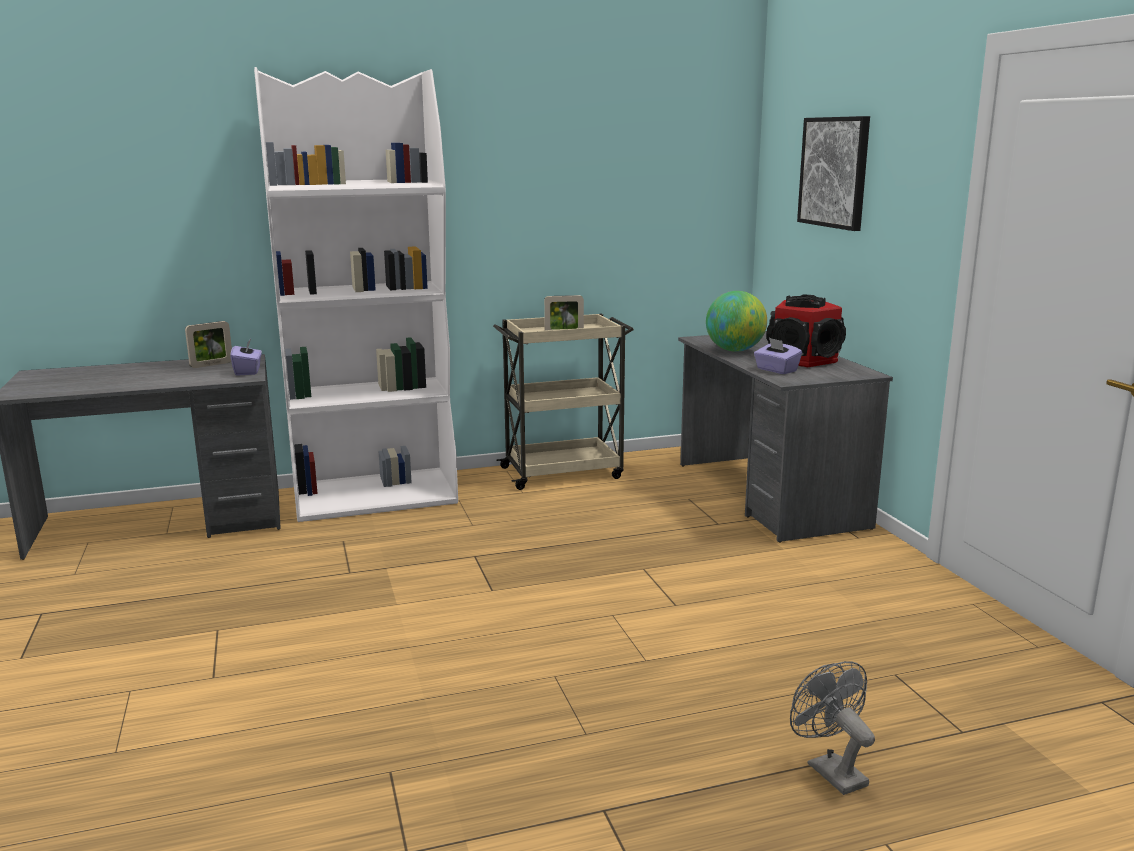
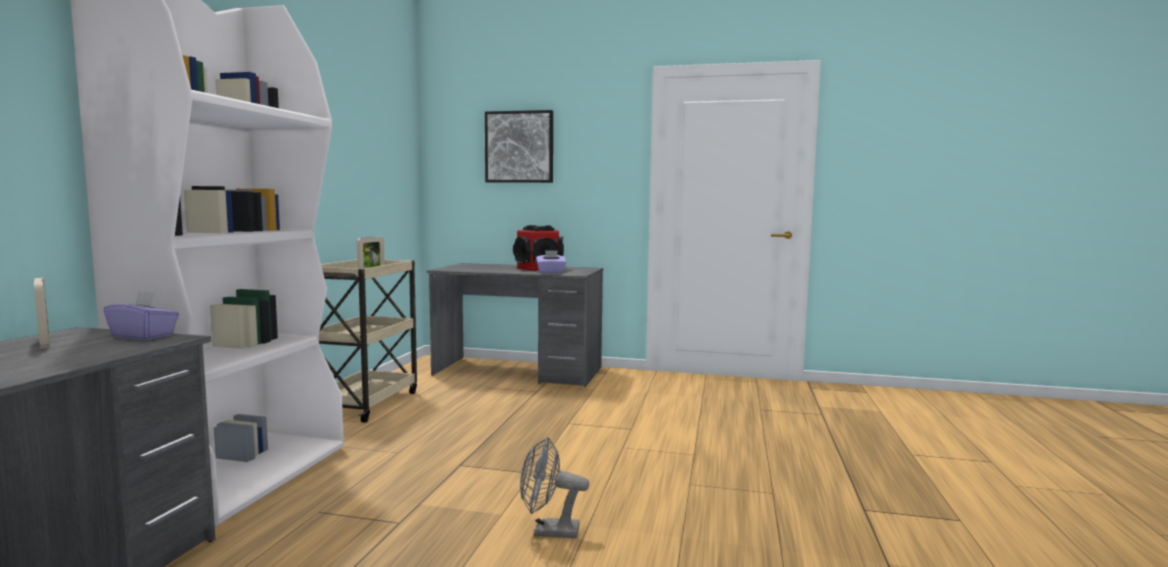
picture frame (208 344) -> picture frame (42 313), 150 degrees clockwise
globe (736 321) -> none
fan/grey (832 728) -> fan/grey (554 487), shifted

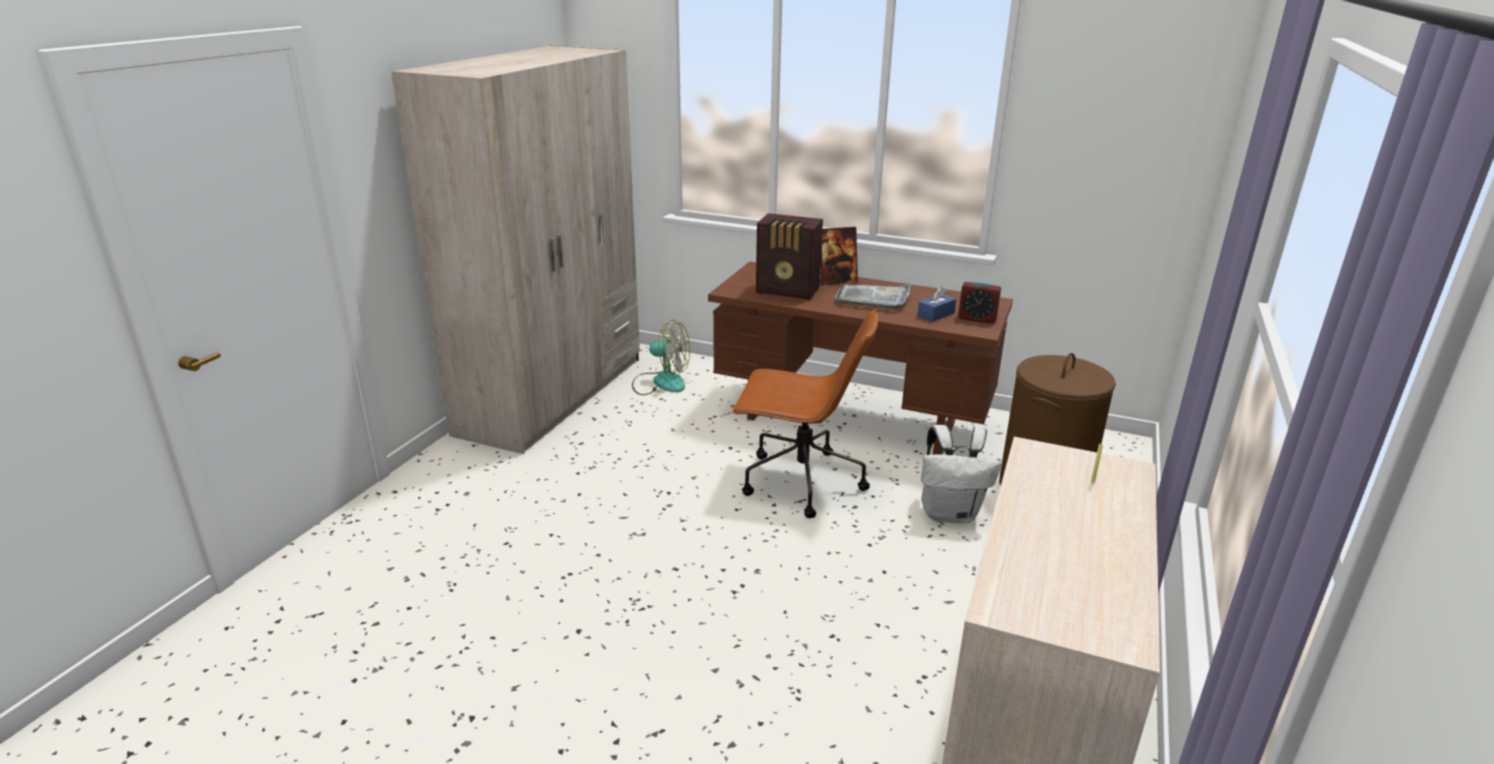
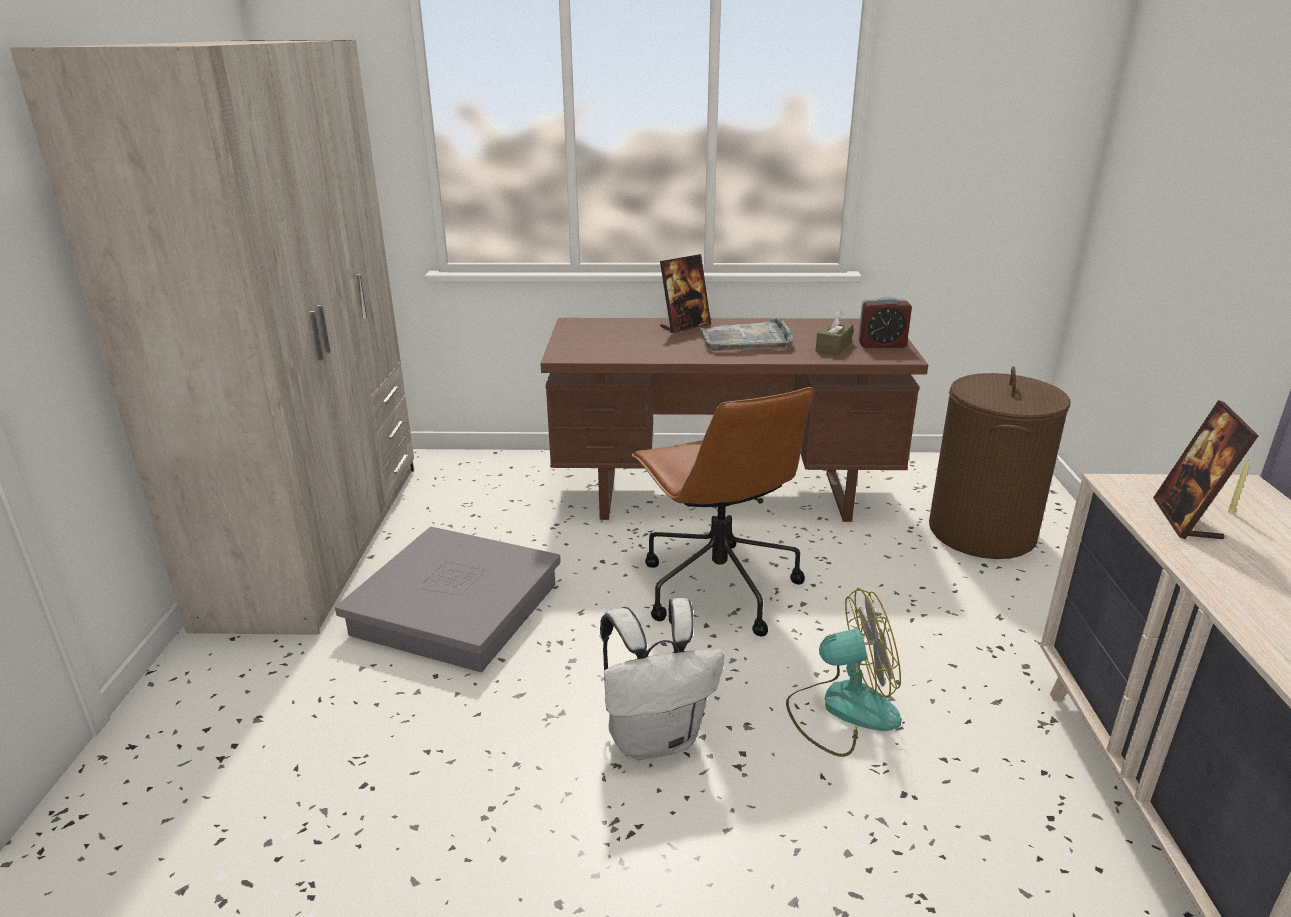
fan (661 357) -> fan (844 672), shifted
office chair/brown (805 413) -> office chair/brown (722 512), 75 degrees clockwise
radio (789 256) -> none
tissue box/blue (936 304) -> tissue box/brown (834 332)
backpack/white (961 474) -> backpack/white (662 679), shifted
none -> storage box/grey (448 599)
none -> picture frame (1205 469)

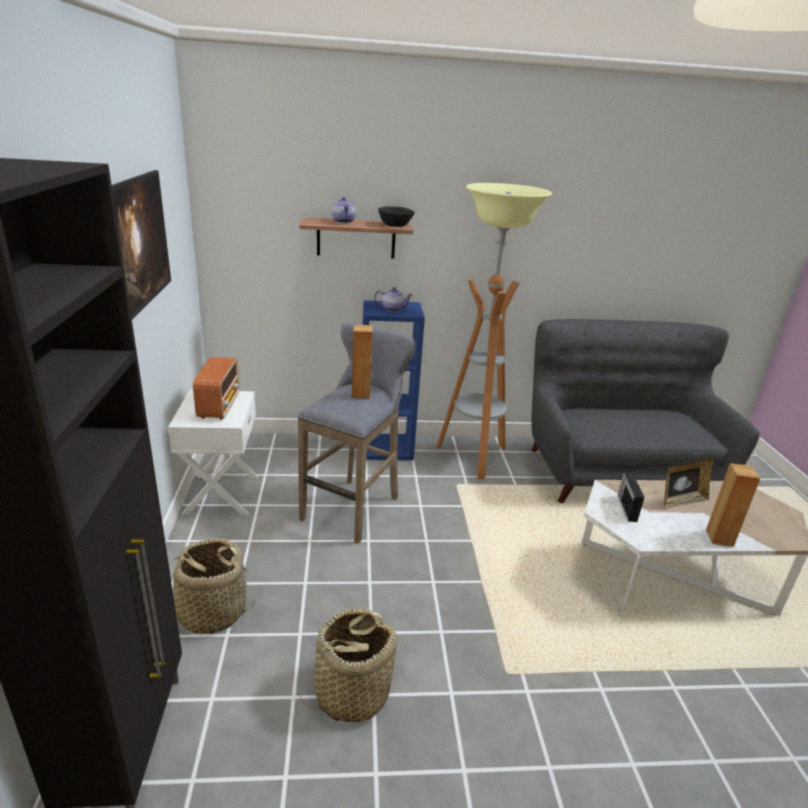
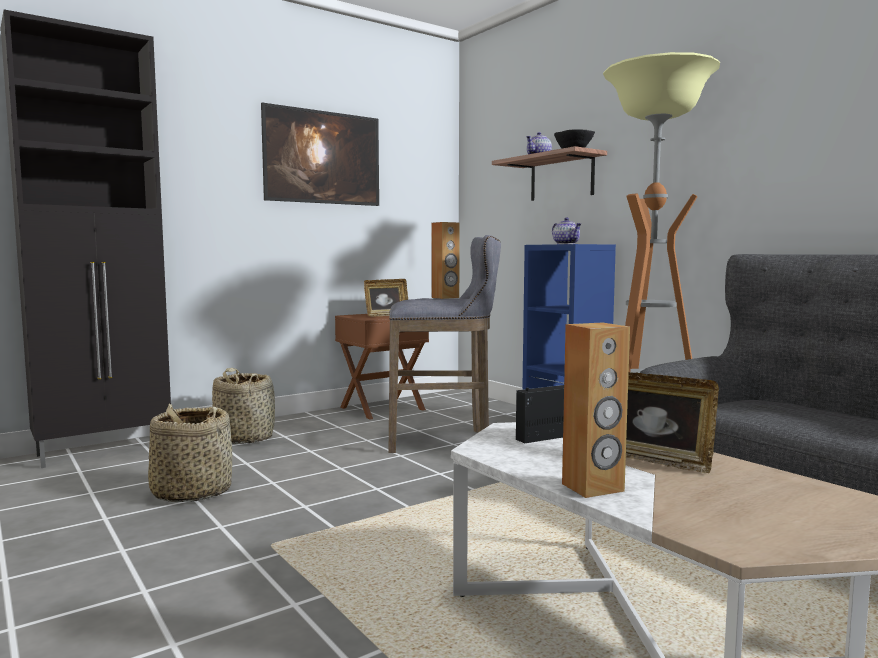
nightstand/white (213 452) -> nightstand/brown (382 367)
radio (216 388) -> picture frame (386 298)

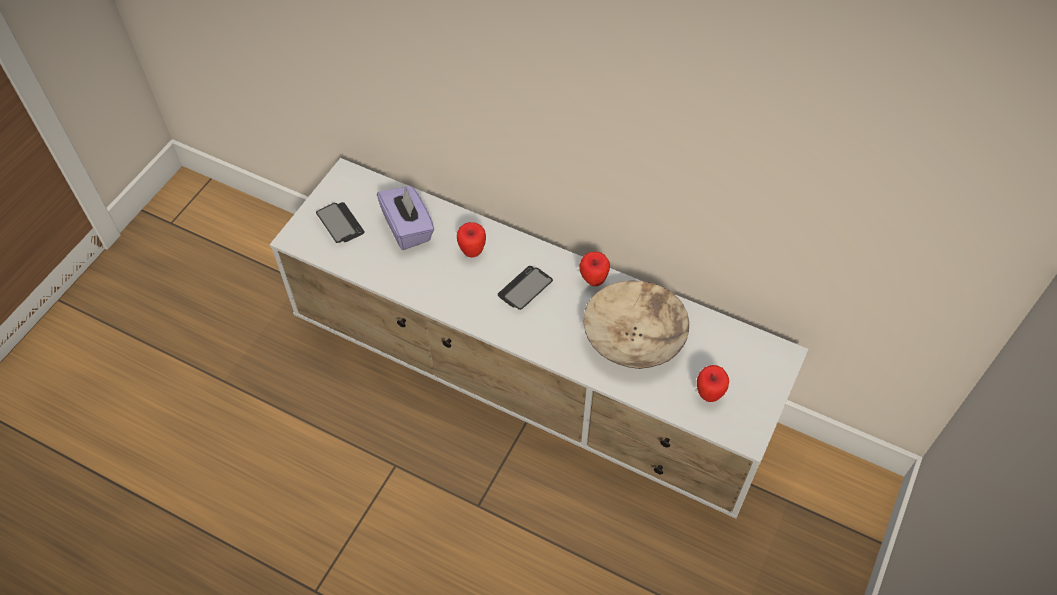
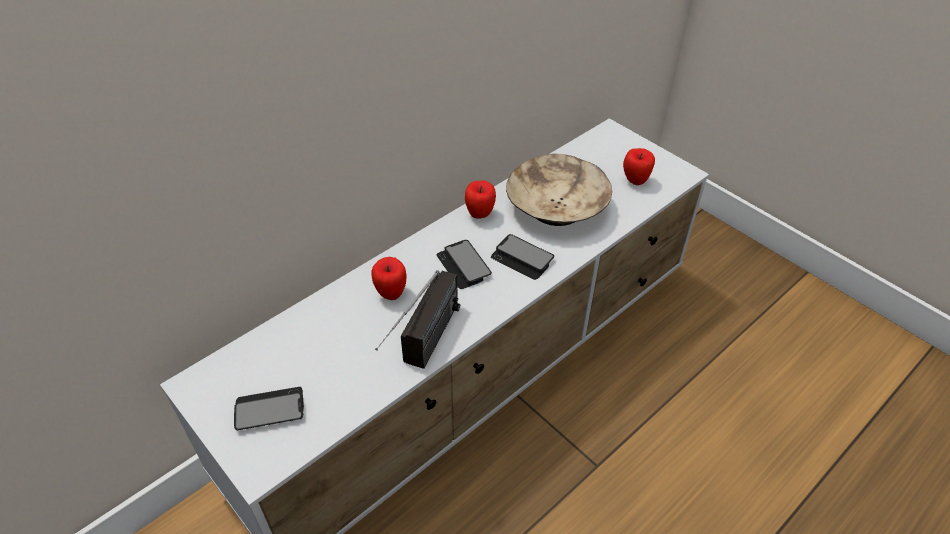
tissue box/purple (406 218) -> none
none -> radio (417 320)
none -> phone (522 257)

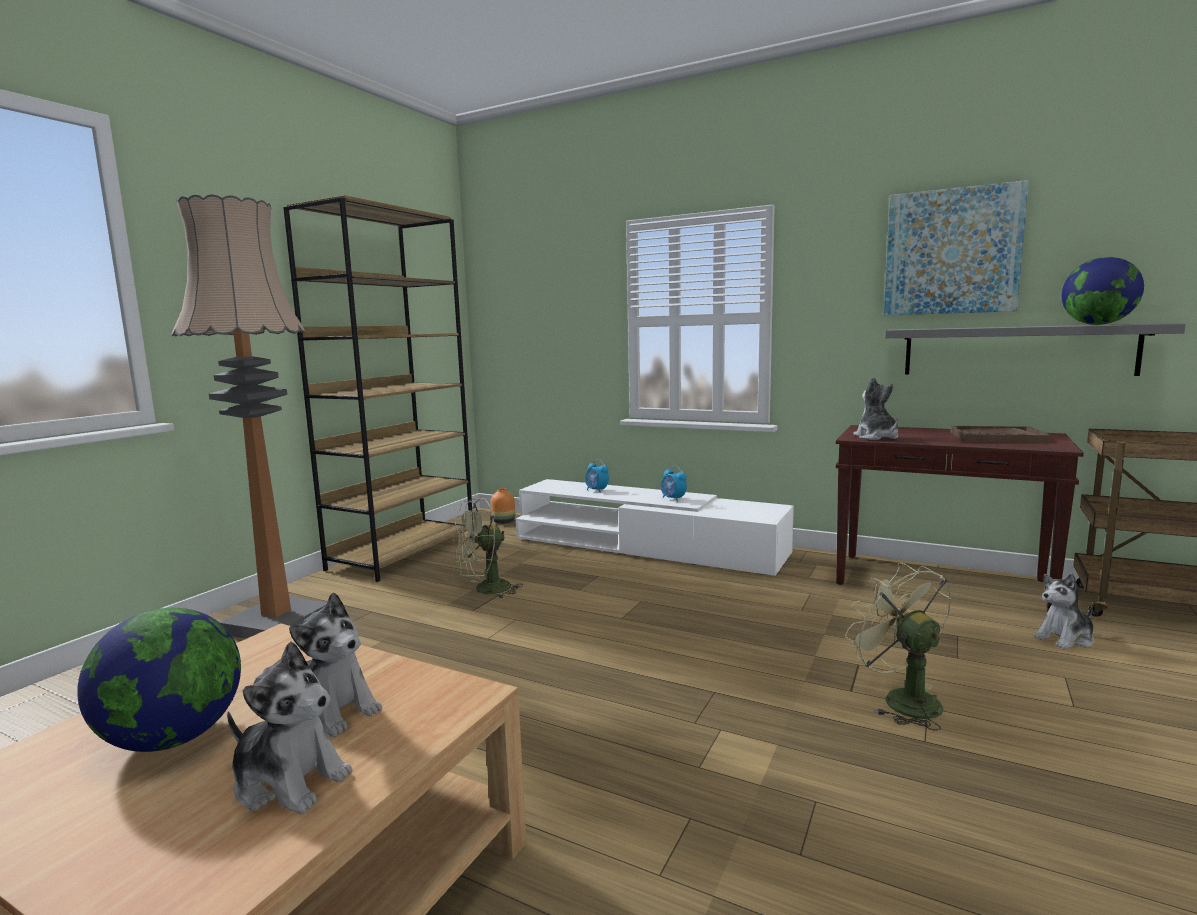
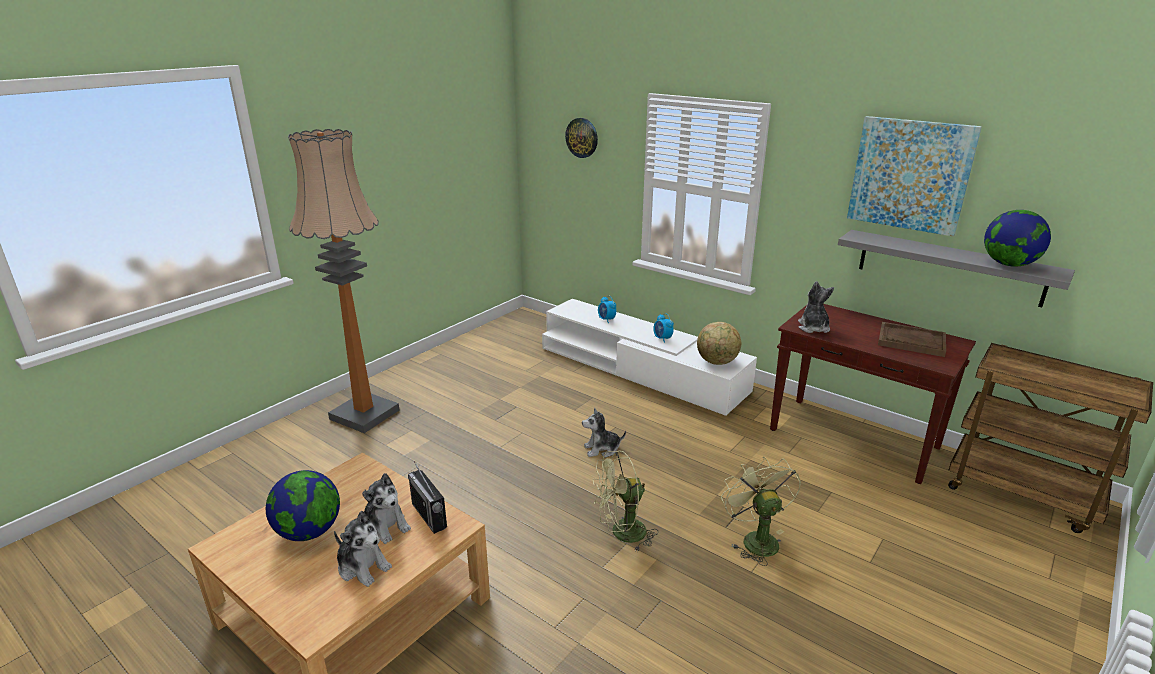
bookcase/brown (378 388) -> none
fan/green (488 548) -> fan/green (625 501), shifted
vase/orange (503 506) -> none
plush toy (1063 611) -> plush toy (604 433), shifted
none -> radio (427 497)
none -> wall clock (581 138)
none -> globe (719 343)

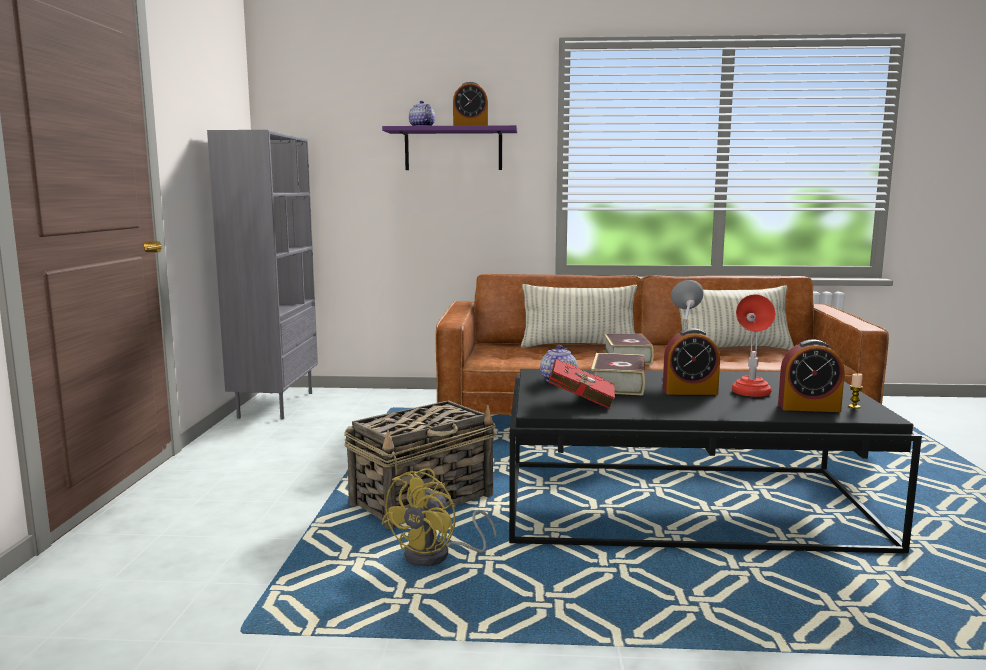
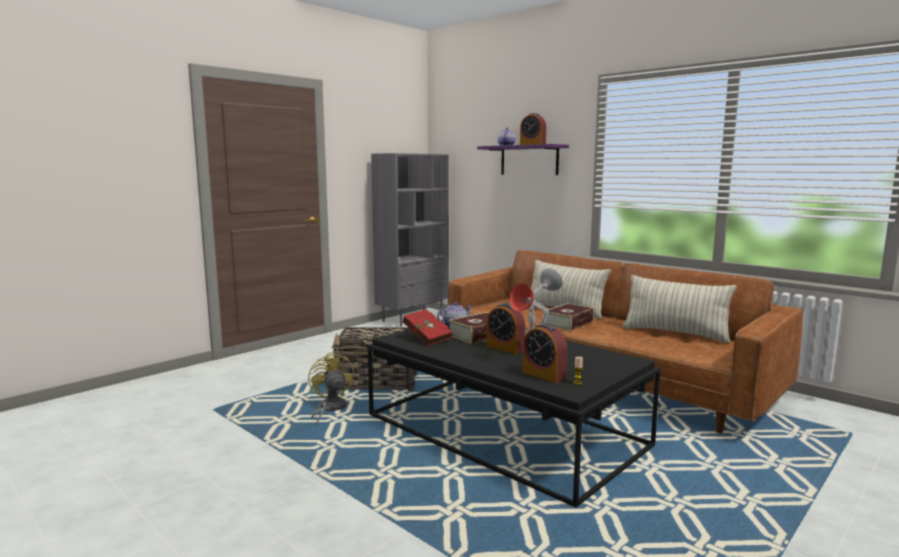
fan/yellow (439 517) -> fan/yellow (331 389), 90 degrees clockwise

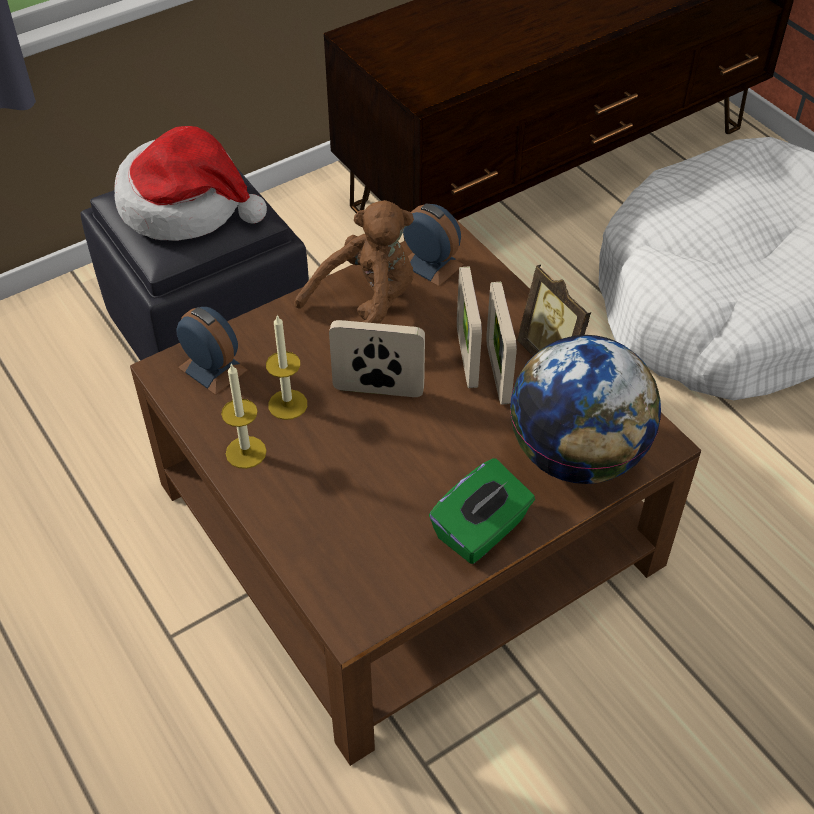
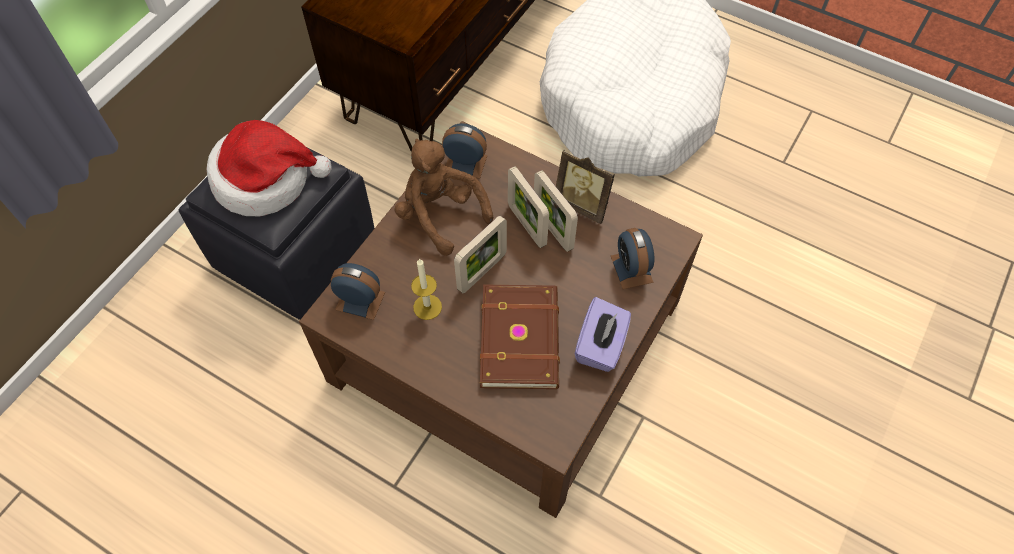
candle (244 416) -> none
plush toy/brown (354 262) -> plush toy/brown (443 197), 75 degrees counterclockwise
picture frame (377 358) -> picture frame (480 254), 150 degrees clockwise
tissue box/green (482 511) -> tissue box/purple (603 334)
globe (585 409) -> alarm clock (633 258)
none -> book/brown (520 336)

